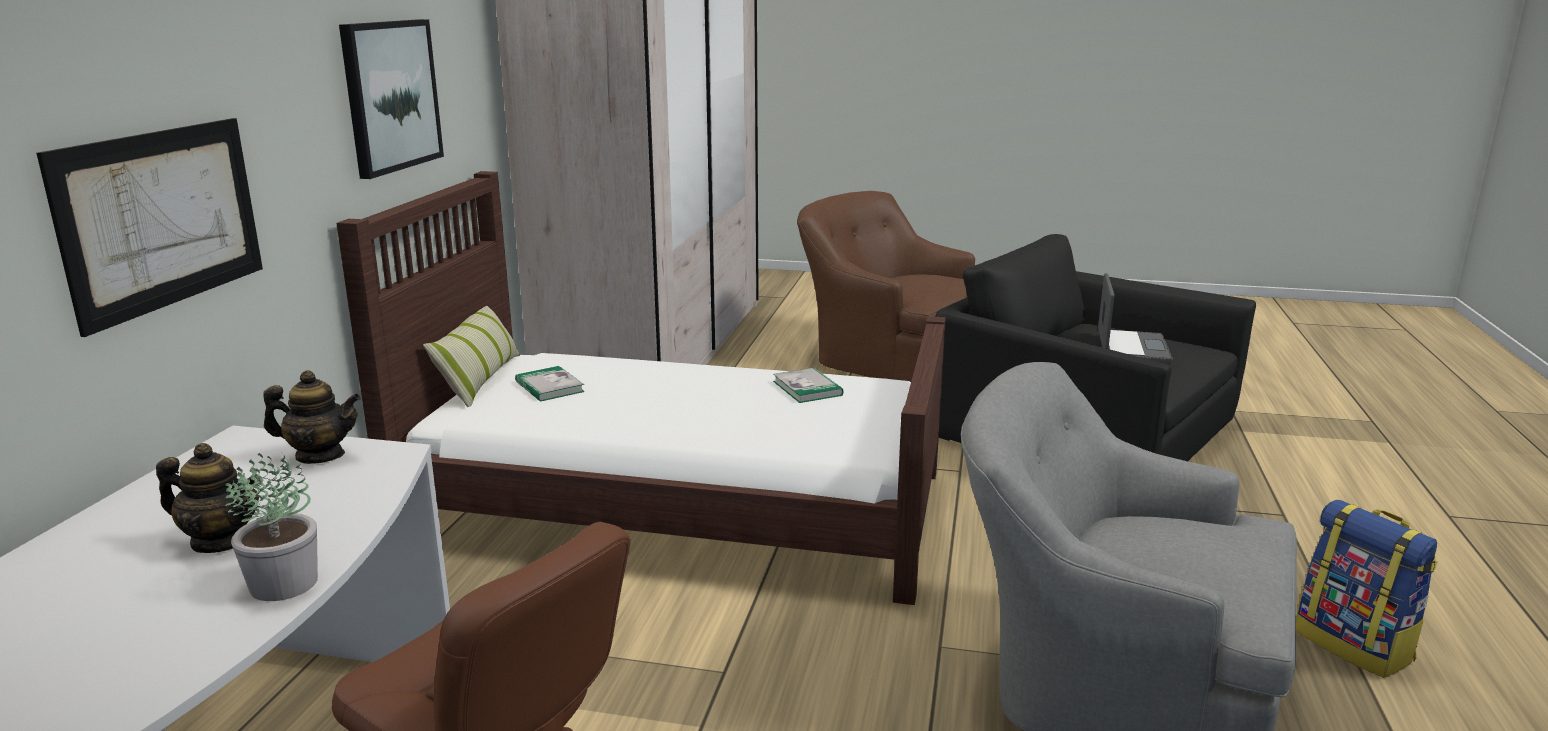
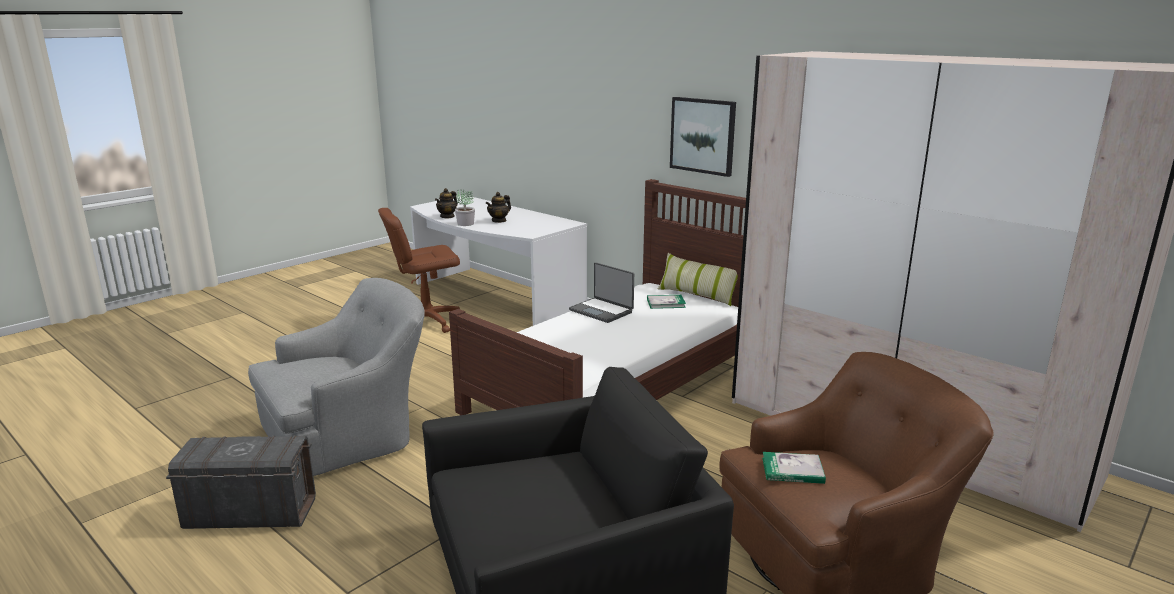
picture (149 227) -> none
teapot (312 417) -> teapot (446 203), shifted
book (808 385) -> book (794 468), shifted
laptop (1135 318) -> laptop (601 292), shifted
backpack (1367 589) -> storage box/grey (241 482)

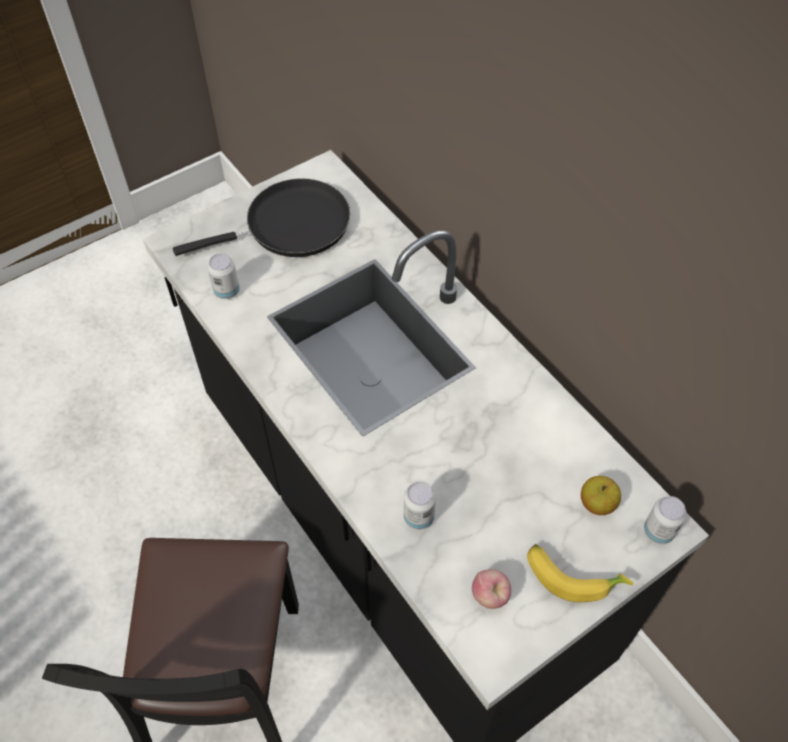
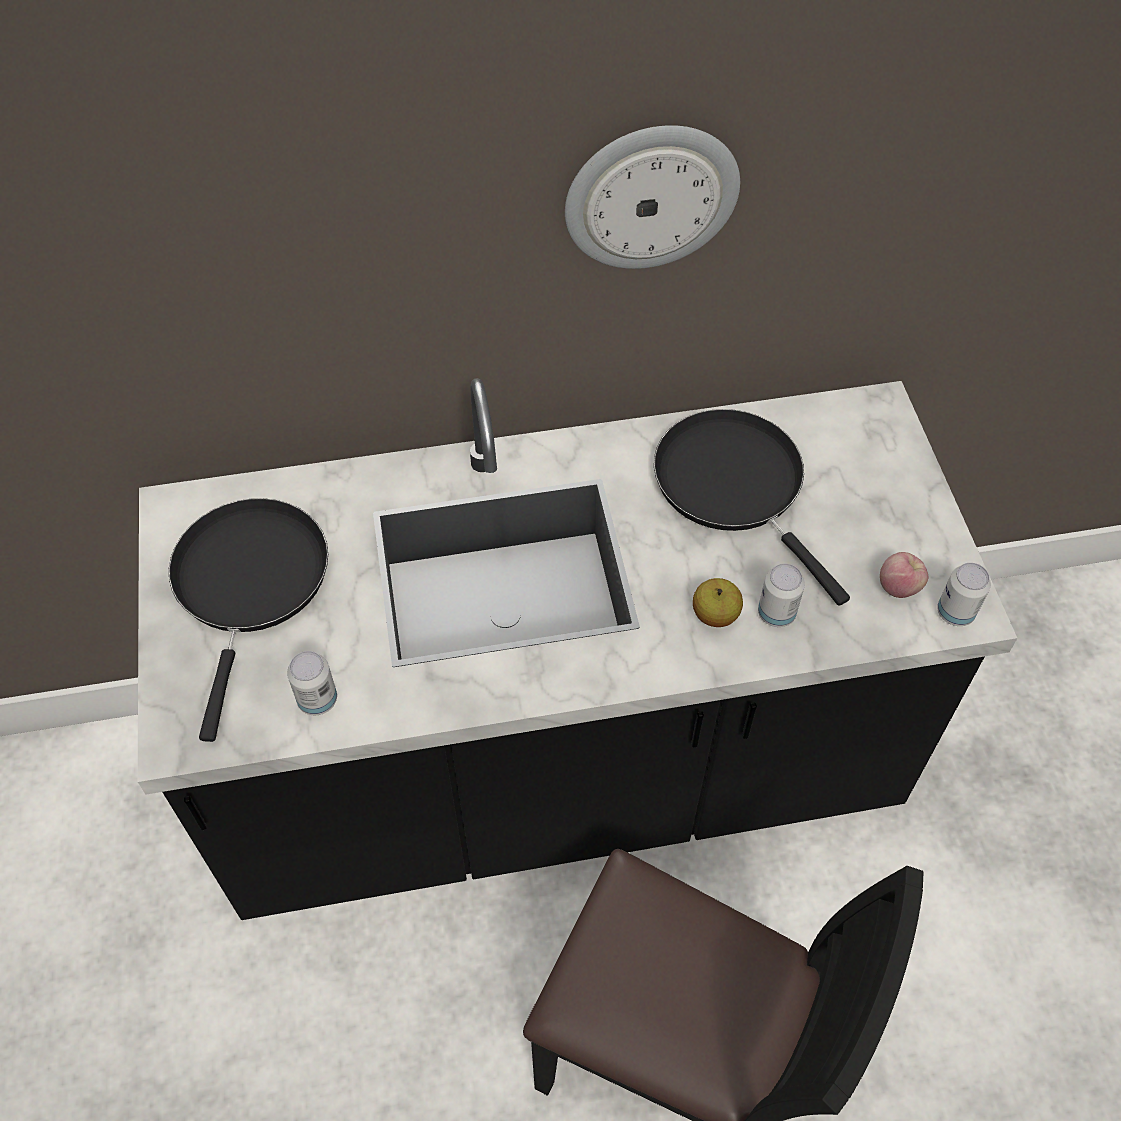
banana (580 573) -> none
apple (601 495) -> apple (718 602), shifted
can (665 520) -> can (964 594), shifted
none -> wall clock (652 197)
none -> frying pan/black (752 507)

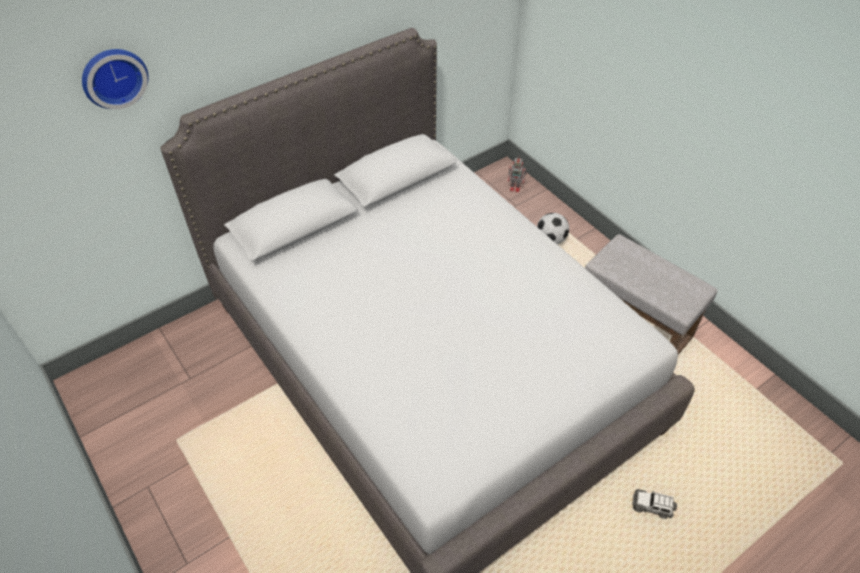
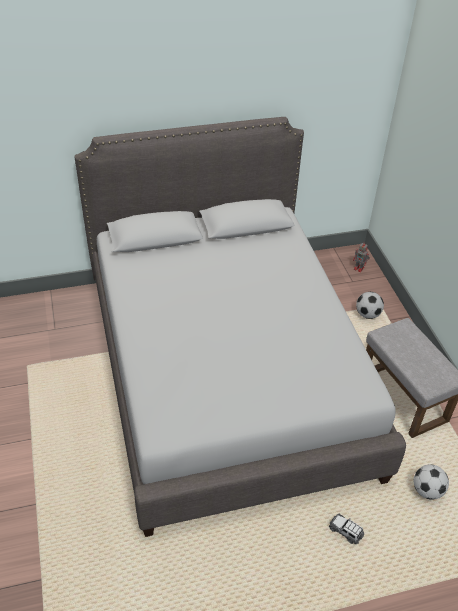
wall clock (115 79) -> none
none -> football (431 482)

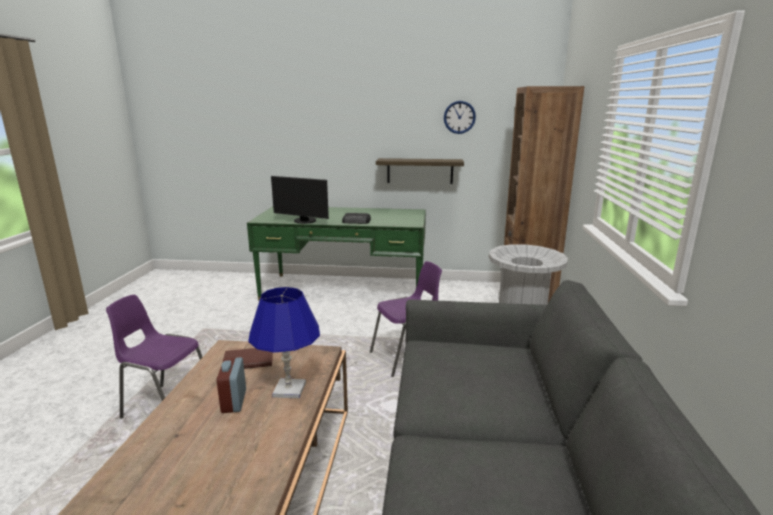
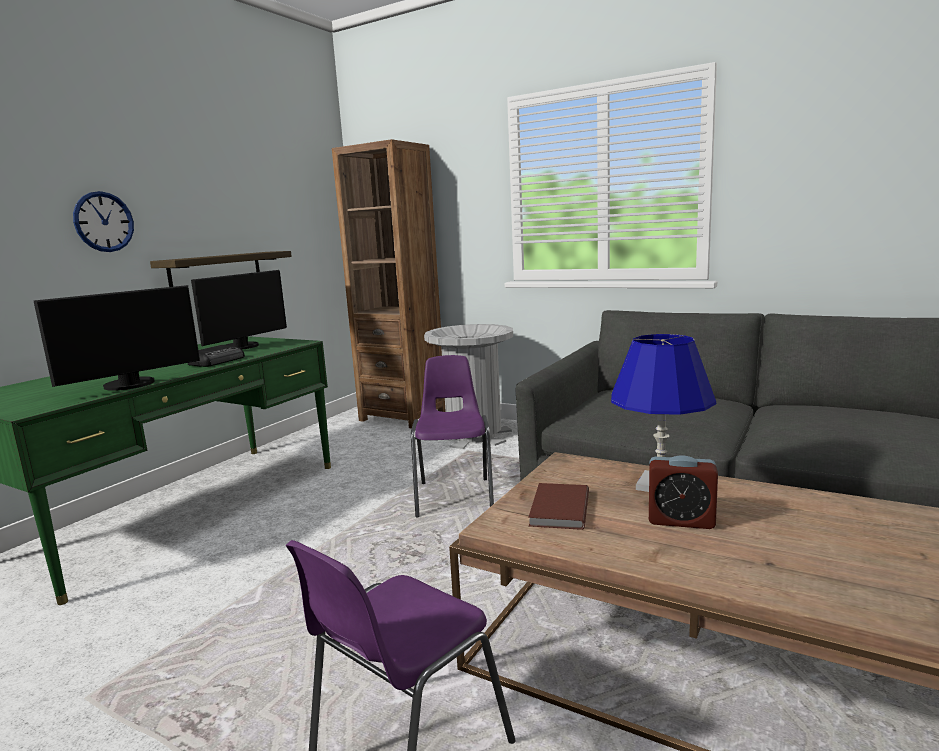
wall clock (460 117) -> wall clock (103 221), shifted
none -> monitor (239 310)

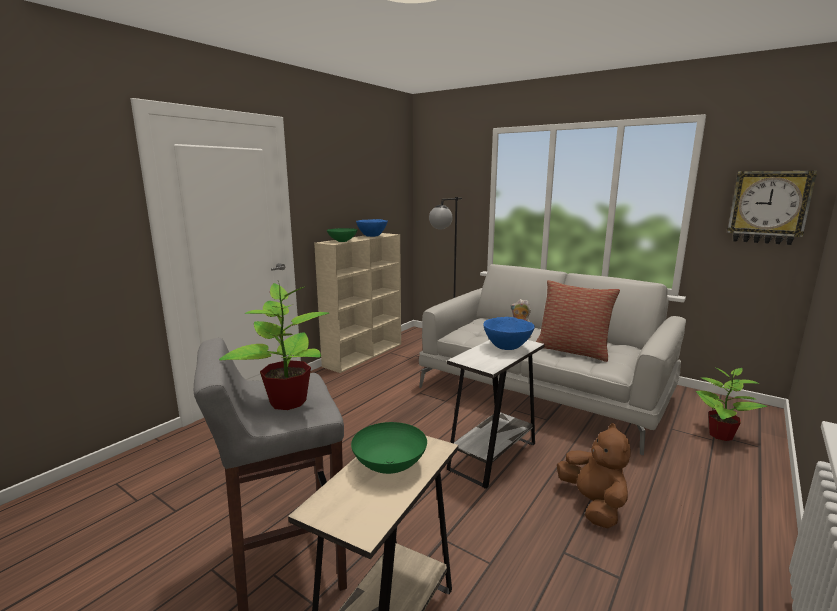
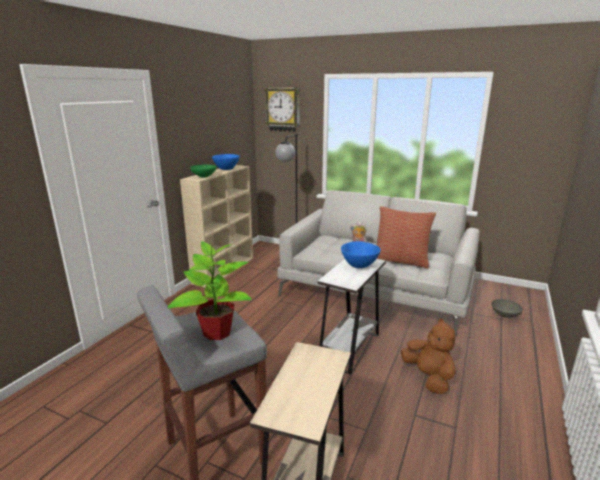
bowl/green (389 448) -> none
potted plant (731 404) -> bowl/grey (507 308)
wall clock (772 208) -> wall clock (282 109), shifted

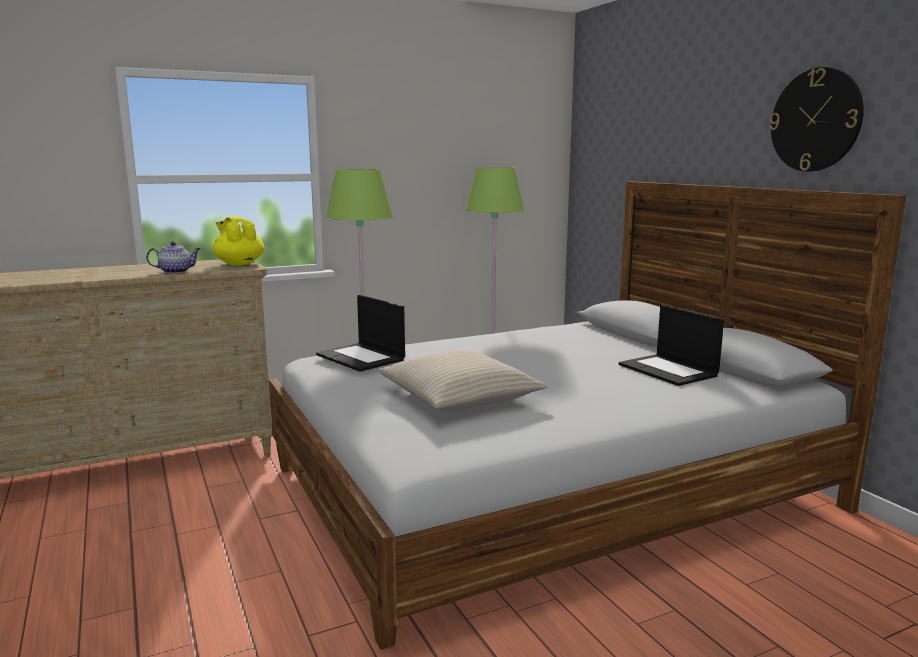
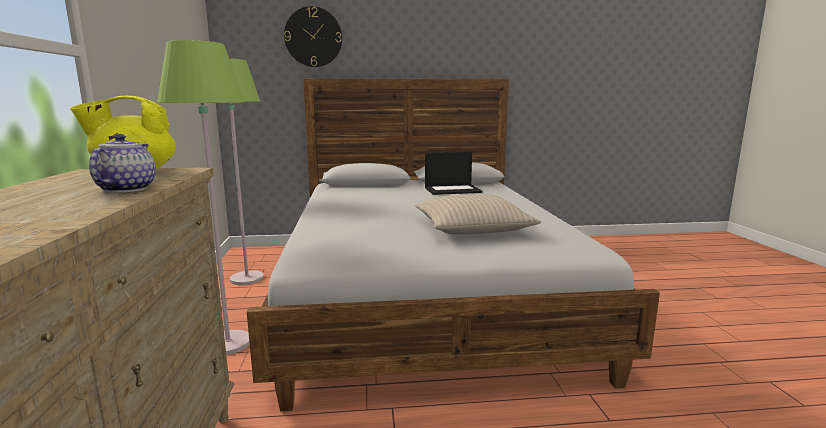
laptop (360 333) -> none
wall clock (816 119) -> wall clock (313 36), shifted

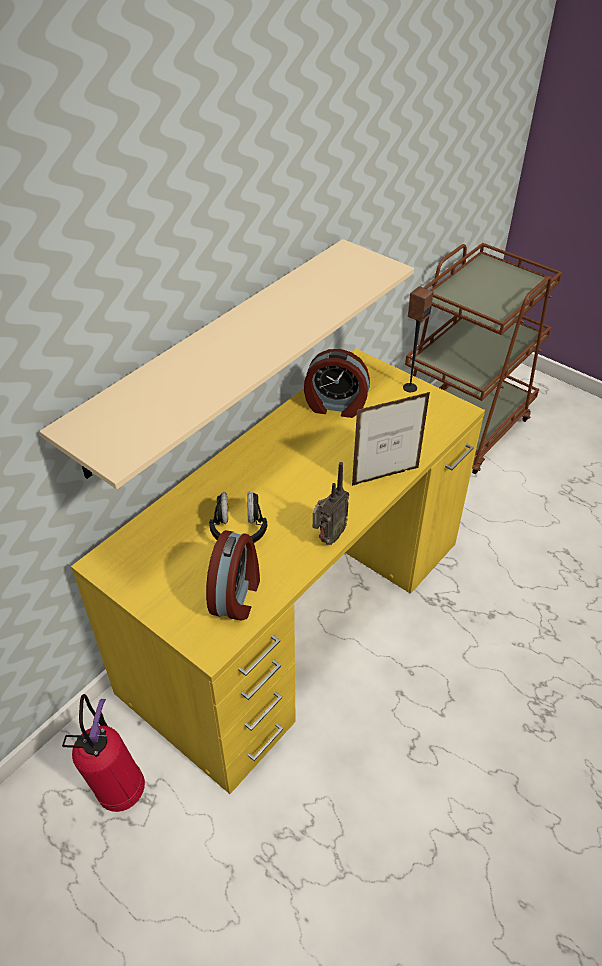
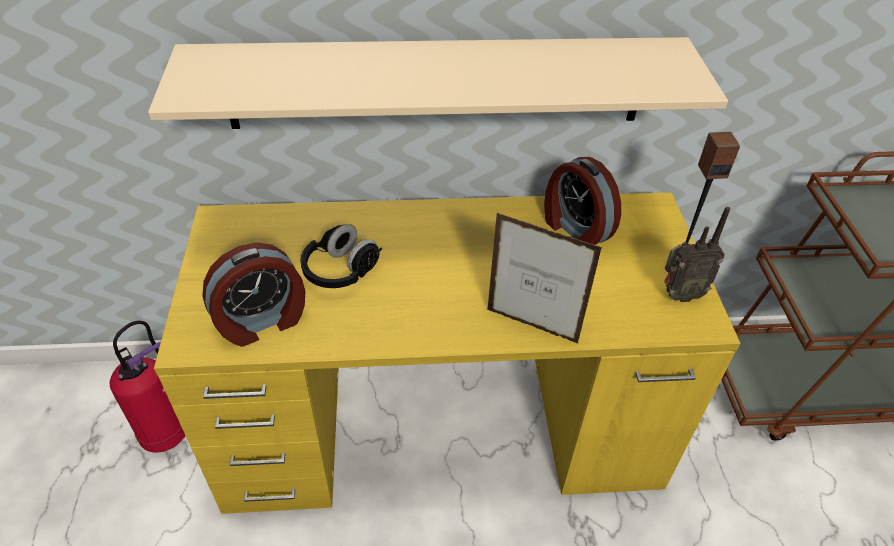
radio (331 503) -> radio (697 254), shifted

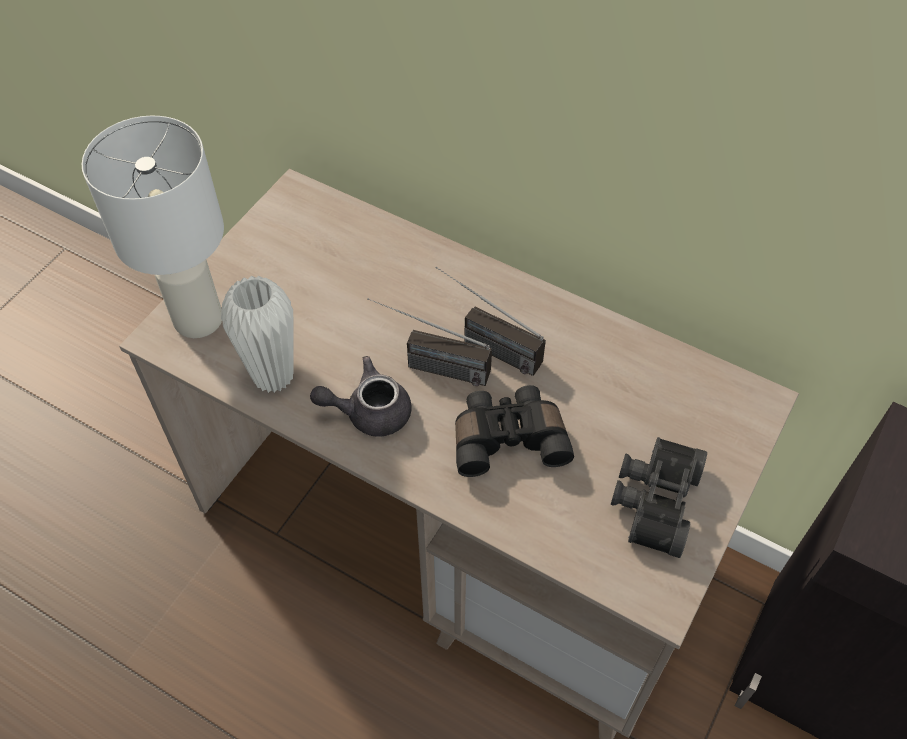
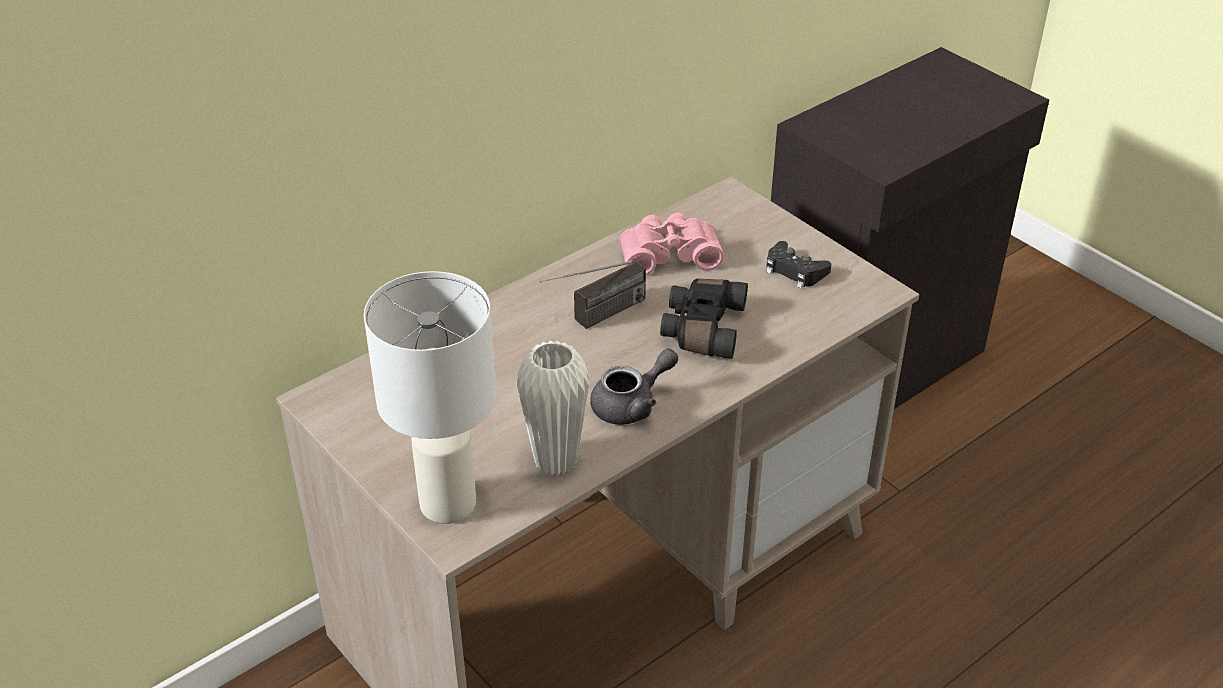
teapot/grey (361 396) -> teapot/grey (634 386), 135 degrees counterclockwise
radio (429 342) -> none
binoculars/black (659 497) -> game controller/black (798 265)
none -> binoculars/pink (671 243)

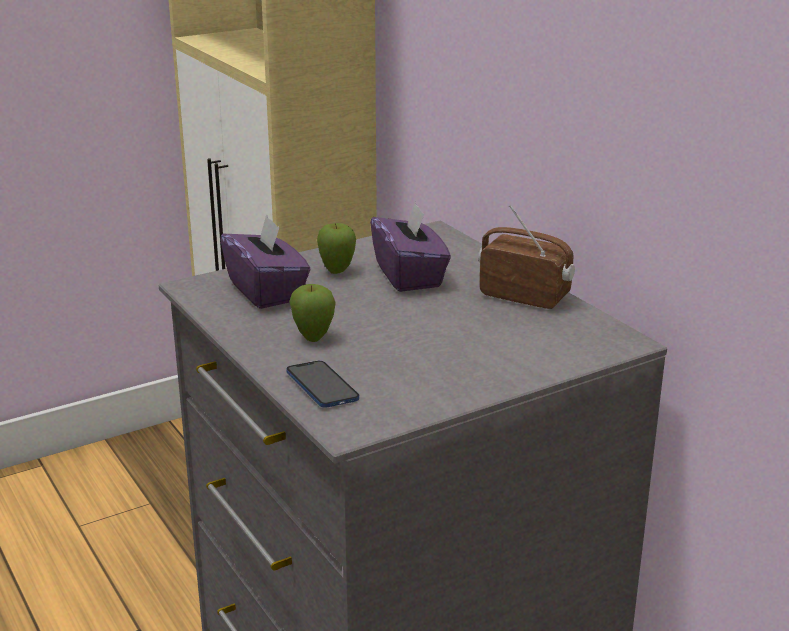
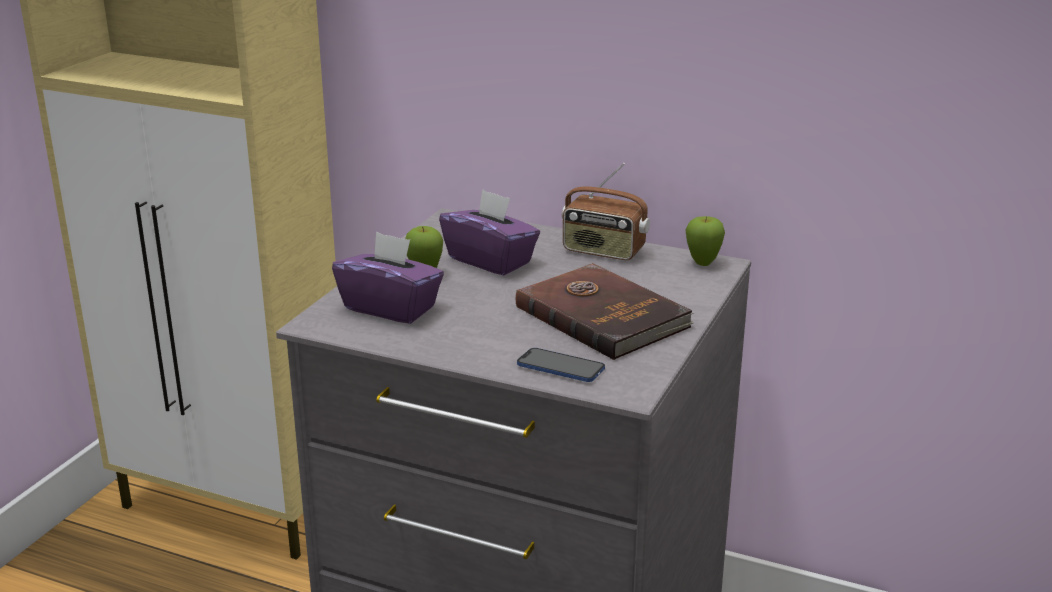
apple (312 313) -> apple (705 241), shifted
radio (526 257) -> radio (606 211), 150 degrees counterclockwise
none -> book/brown (605 311)

